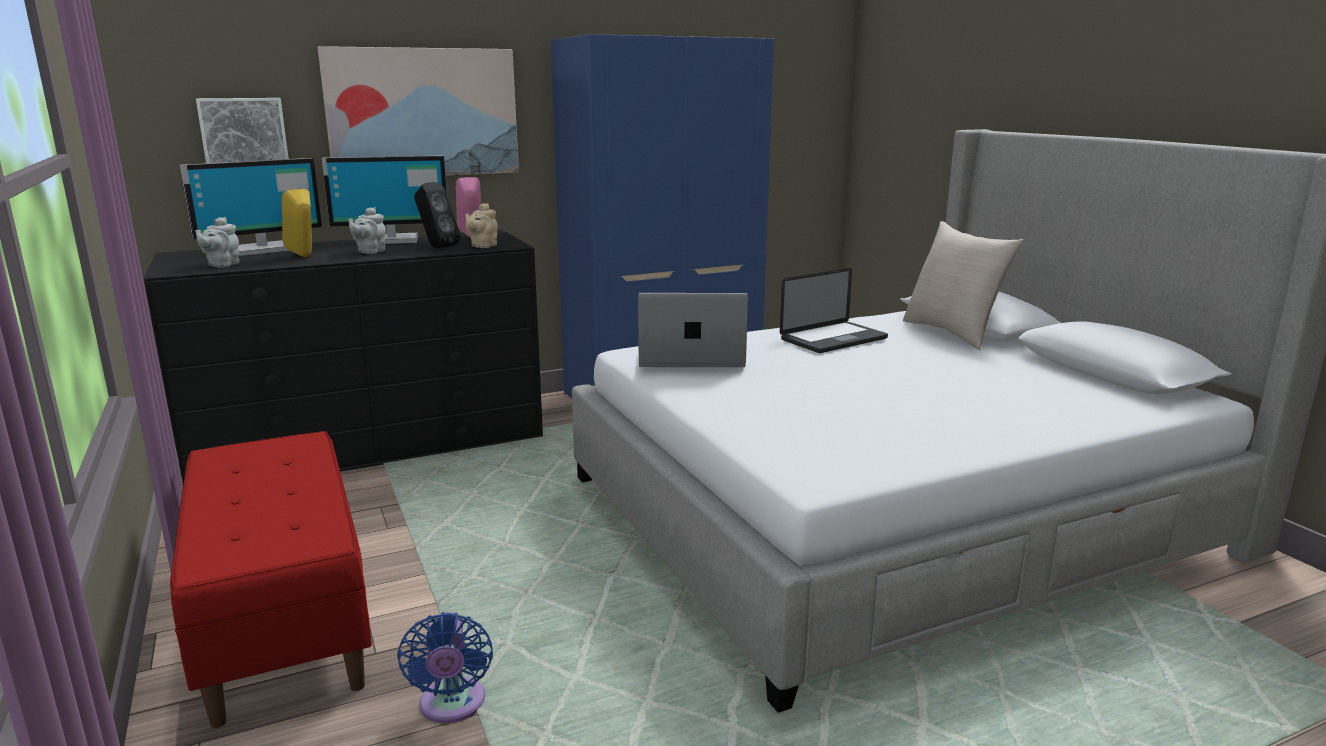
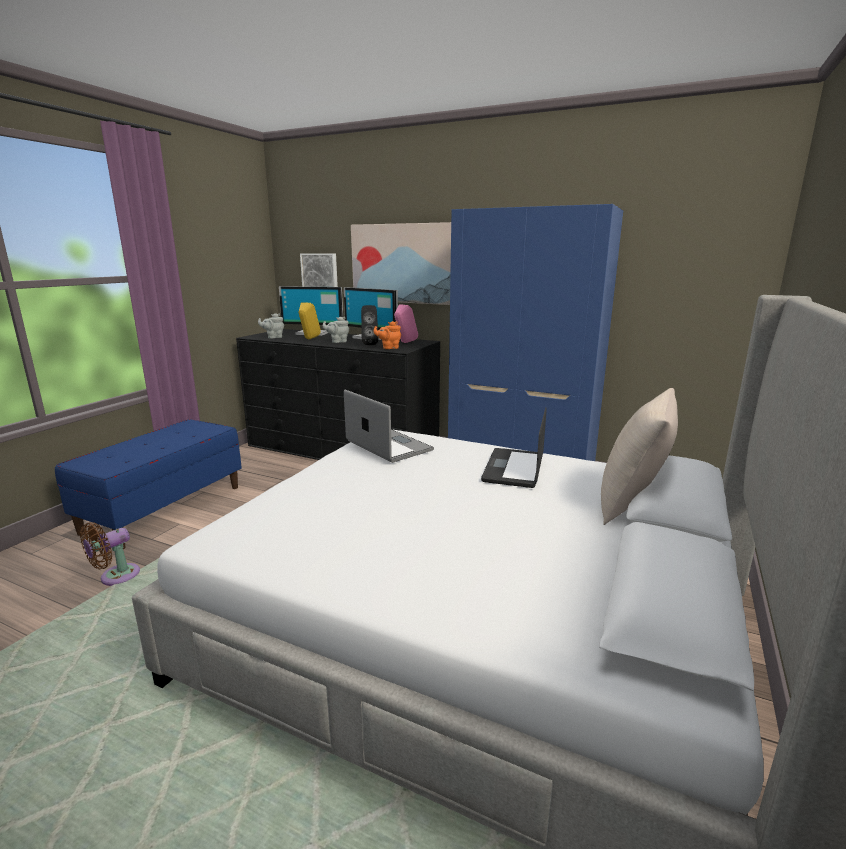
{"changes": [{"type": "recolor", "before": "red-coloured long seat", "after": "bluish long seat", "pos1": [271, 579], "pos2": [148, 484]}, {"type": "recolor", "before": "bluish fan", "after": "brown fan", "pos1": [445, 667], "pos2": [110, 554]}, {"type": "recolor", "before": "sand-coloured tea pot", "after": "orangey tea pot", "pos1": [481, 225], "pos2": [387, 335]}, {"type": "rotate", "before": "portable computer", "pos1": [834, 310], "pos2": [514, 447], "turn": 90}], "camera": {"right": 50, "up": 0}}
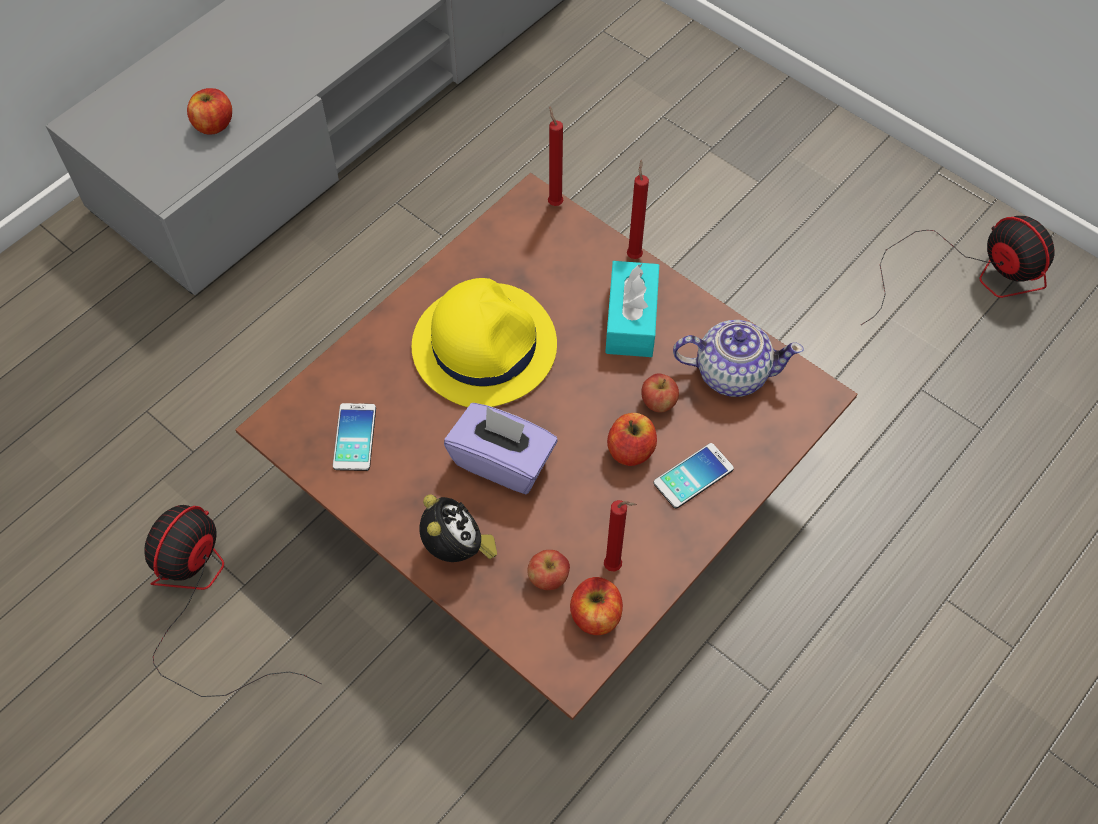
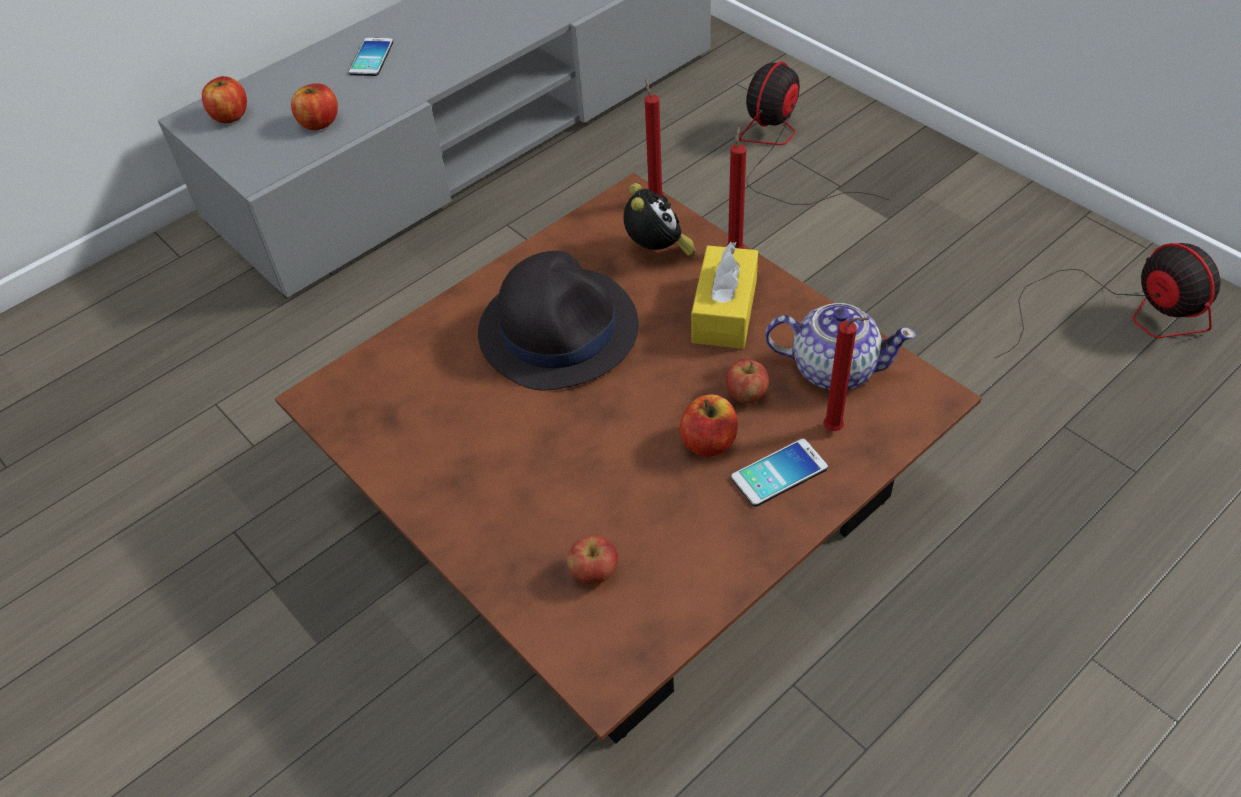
{"changes": [{"type": "move", "before": "fan", "pos1": [233, 601], "pos2": [814, 133]}, {"type": "move", "before": "handset", "pos1": [354, 437], "pos2": [371, 57]}, {"type": "recolor", "before": "yellow-coloured wearable hat", "after": "black-coloured wearable hat", "pos1": [484, 342], "pos2": [558, 321]}, {"type": "move", "before": "bedside clock", "pos1": [458, 528], "pos2": [659, 220]}, {"type": "delete", "before": "purple-coloured box of tissues", "pos1": [501, 448]}, {"type": "move", "before": "apple fruit", "pos1": [596, 606], "pos2": [224, 99]}, {"type": "move", "before": "red-coloured wax light", "pos1": [620, 536], "pos2": [845, 374]}, {"type": "recolor", "before": "blue-green box of tissues", "after": "yellow-coloured box of tissues", "pos1": [632, 309], "pos2": [724, 295]}], "camera": {"right": 10, "up": -10}}
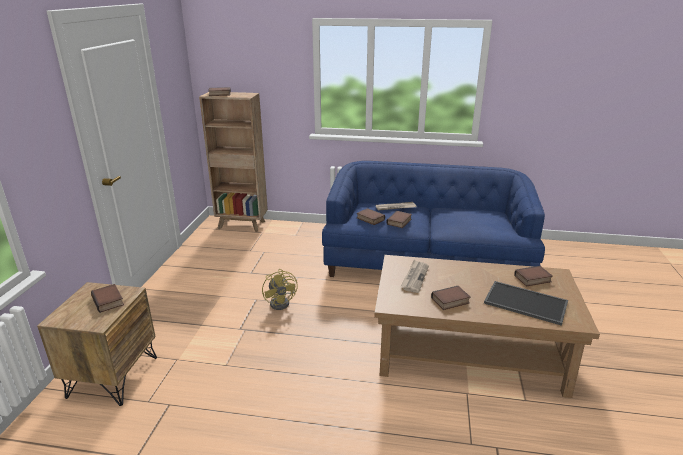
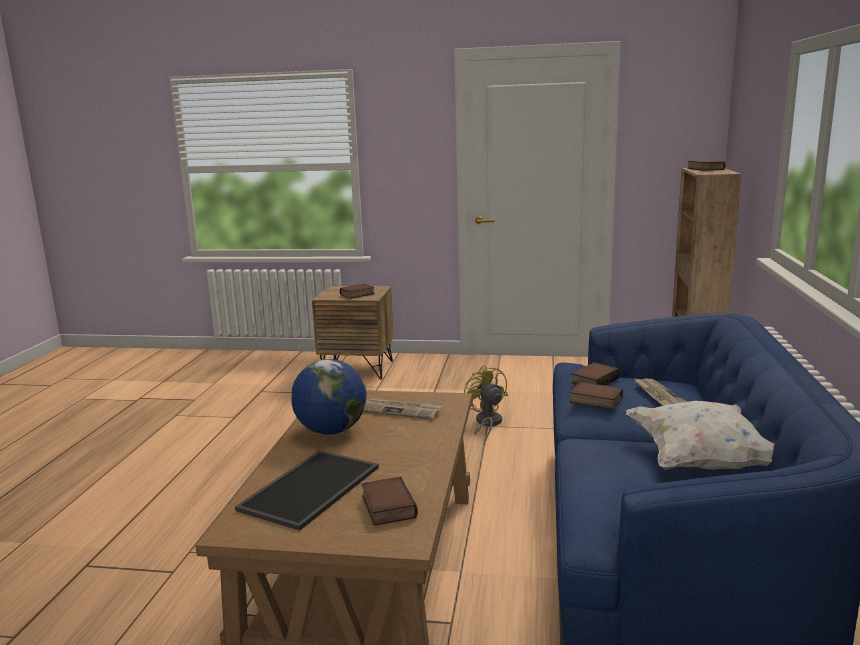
{"changes": [{"type": "rotate", "before": "yellow-coloured fan", "pos1": [280, 289], "pos2": [486, 403], "turn": 90}, {"type": "replace", "before": "bound book", "after": "desk globe", "pos1": [451, 298], "pos2": [329, 397]}, {"type": "insert", "after": "white-coloured pillow", "pos2": [700, 435]}], "camera": {"right": 90, "up": -10}}
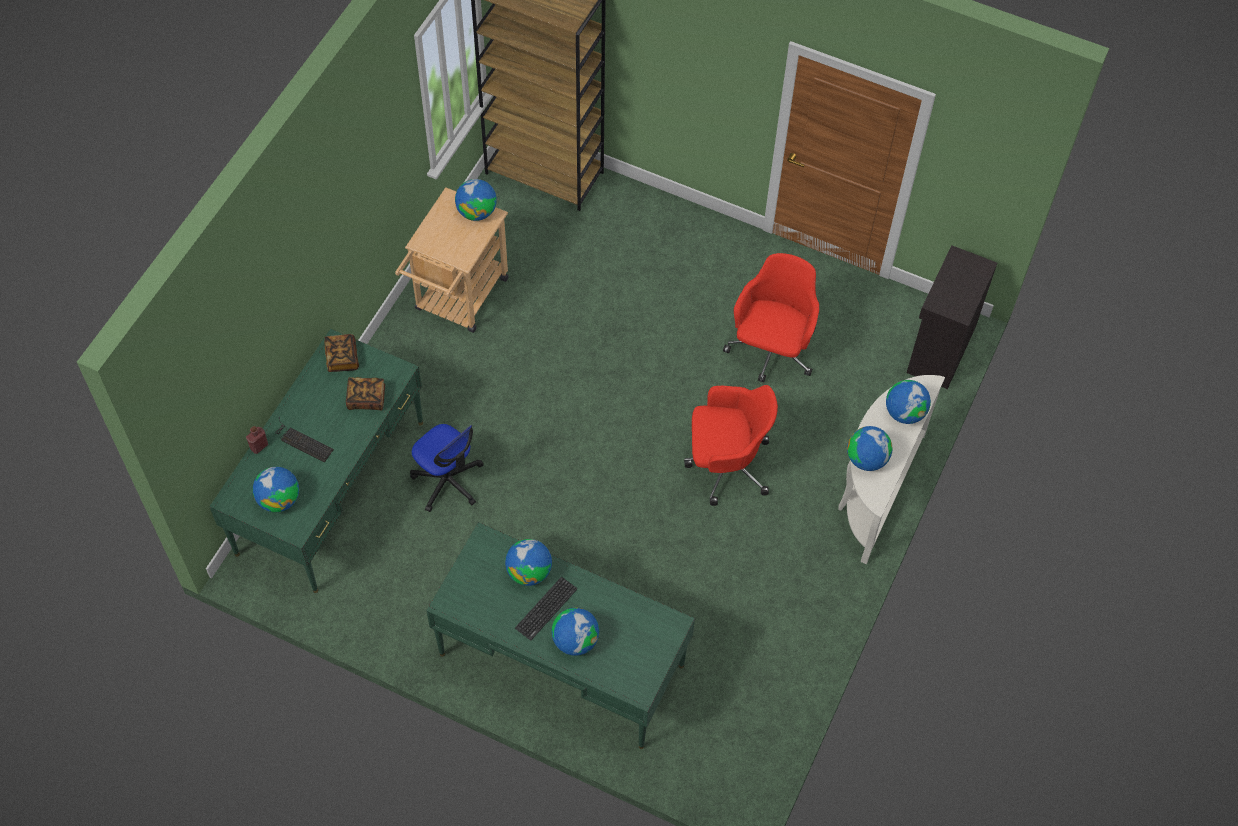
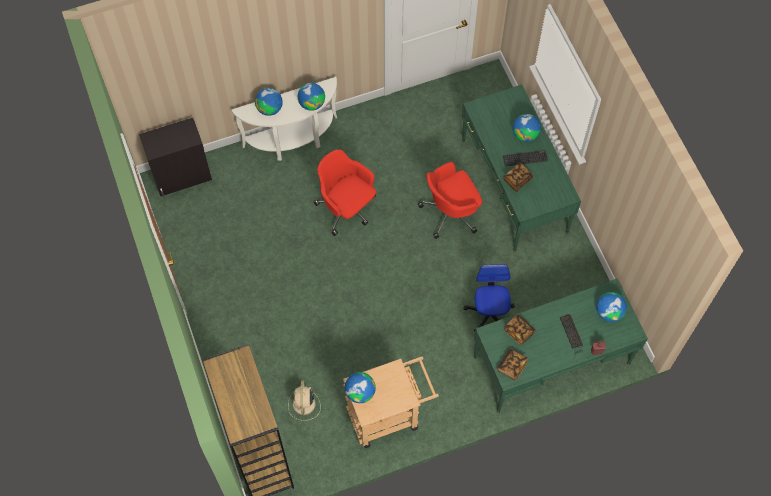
{"changes": [{"type": "replace", "before": "desk globe", "after": "bound book", "pos1": [528, 562], "pos2": [518, 177]}, {"type": "move", "before": "red-coloured office chair", "pos1": [771, 317], "pos2": [450, 200]}, {"type": "insert", "after": "sand-coloured fan", "pos2": [304, 400]}], "camera": {"right": -135, "up": 5}}
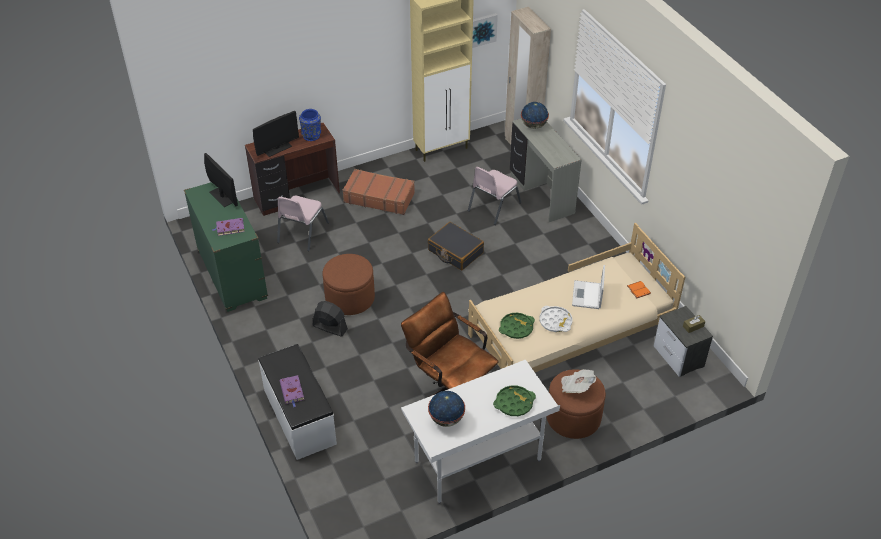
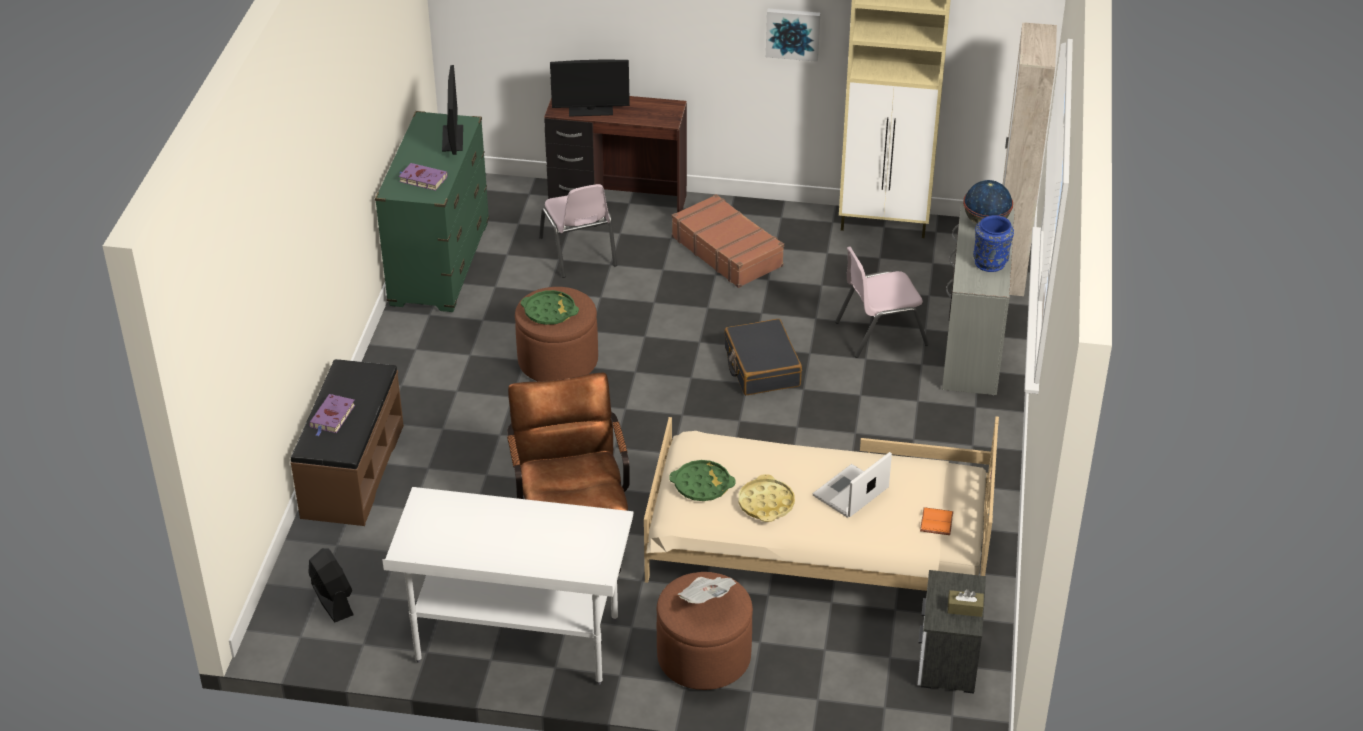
{"changes": [{"type": "recolor", "before": "white-coloured long seat", "after": "brown long seat", "pos1": [297, 402], "pos2": [347, 442]}, {"type": "rotate", "before": "pink chair", "pos1": [303, 223], "pos2": [578, 231], "turn": -75}, {"type": "move", "before": "bluish vase", "pos1": [310, 125], "pos2": [993, 243]}, {"type": "move", "before": "black-coloured fan", "pos1": [330, 319], "pos2": [331, 585]}, {"type": "delete", "before": "desk globe", "pos1": [446, 409]}, {"type": "move", "before": "picture", "pos1": [485, 30], "pos2": [793, 35]}, {"type": "move", "before": "green serving tray", "pos1": [514, 400], "pos2": [550, 307]}, {"type": "recolor", "before": "white-coloured serving tray", "after": "yellow-coloured serving tray", "pos1": [555, 319], "pos2": [766, 498]}], "camera": {"right": 35, "up": -5}}
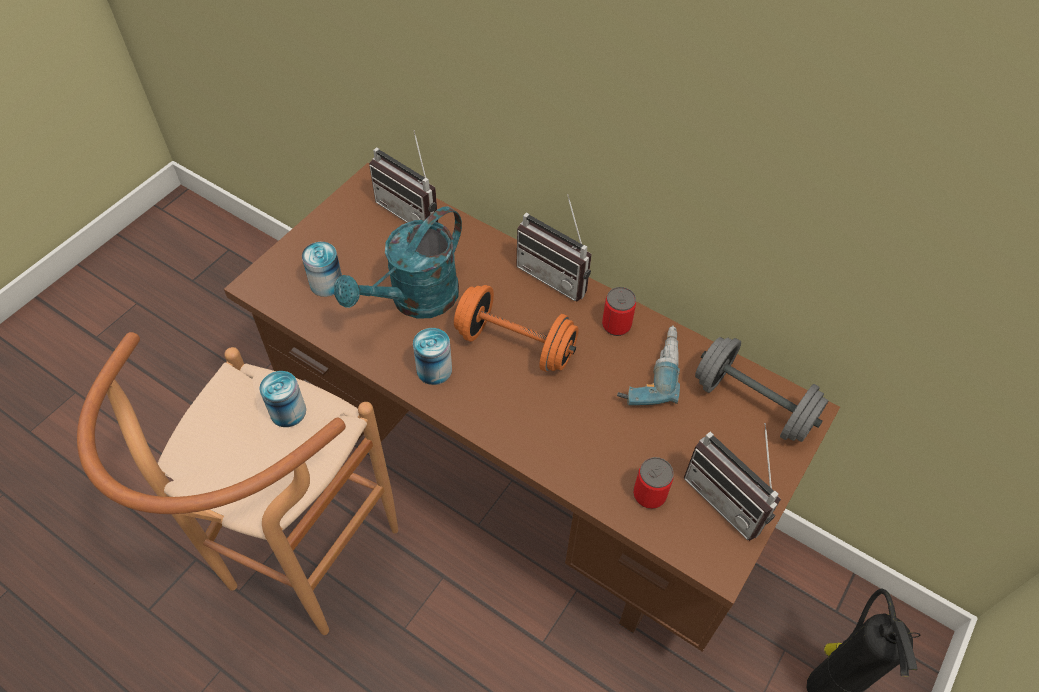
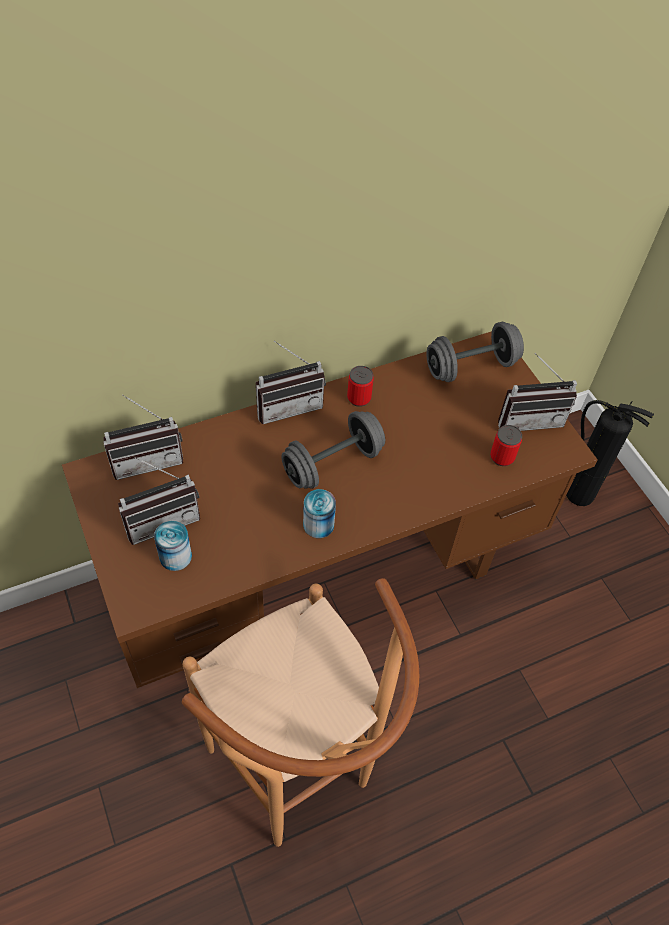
{"changes": [{"type": "delete", "before": "can", "pos1": [282, 399]}, {"type": "delete", "before": "blue-green watering pot", "pos1": [398, 263]}, {"type": "recolor", "before": "orangey hand weight", "after": "gray hand weight", "pos1": [516, 328], "pos2": [333, 450]}, {"type": "delete", "before": "drill", "pos1": [648, 365]}, {"type": "insert", "after": "radio", "pos2": [159, 501]}], "camera": {"right": -60, "up": 0}}
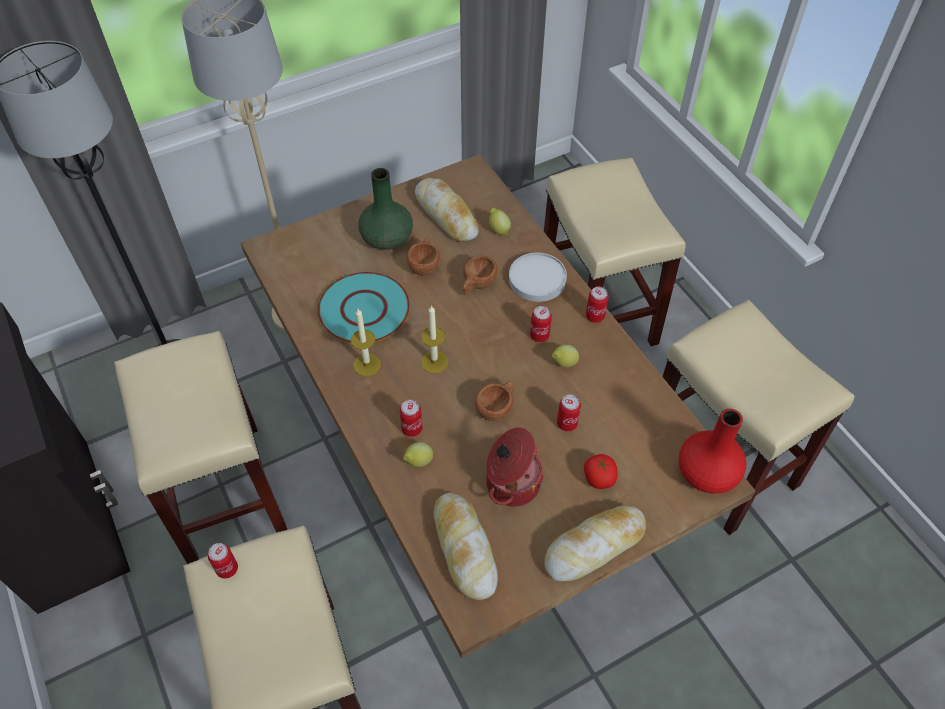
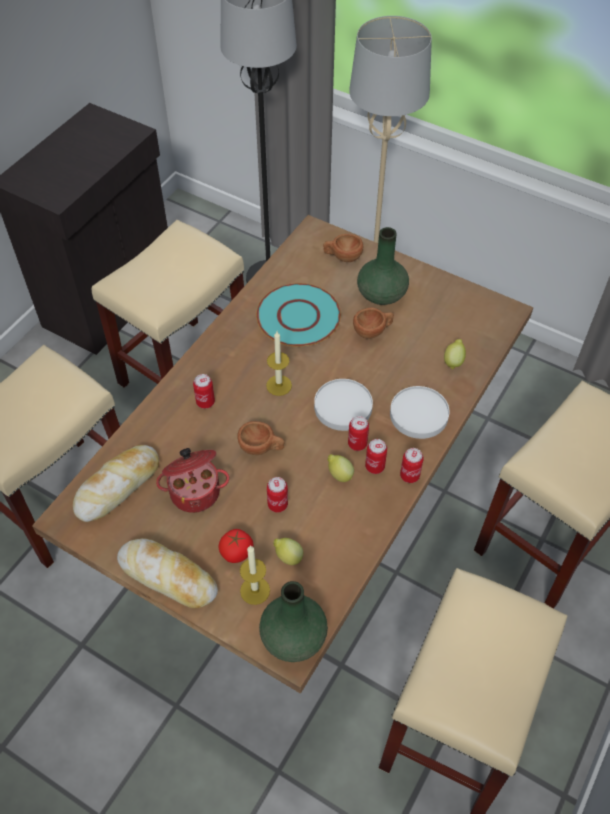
{"changes": [{"type": "move", "before": "can", "pos1": [223, 561], "pos2": [376, 456]}, {"type": "move", "before": "wax light", "pos1": [366, 342], "pos2": [255, 575]}, {"type": "move", "before": "whole lemon", "pos1": [418, 454], "pos2": [288, 551]}, {"type": "delete", "before": "baked bread", "pos1": [447, 210]}, {"type": "move", "before": "brown drinking cup", "pos1": [480, 275], "pos2": [343, 248]}, {"type": "recolor", "before": "red-coloured vase", "after": "green vase", "pos1": [713, 451], "pos2": [293, 621]}, {"type": "insert", "after": "white-coloured dinner plate", "pos2": [343, 405]}], "camera": {"right": 60, "up": 0}}
